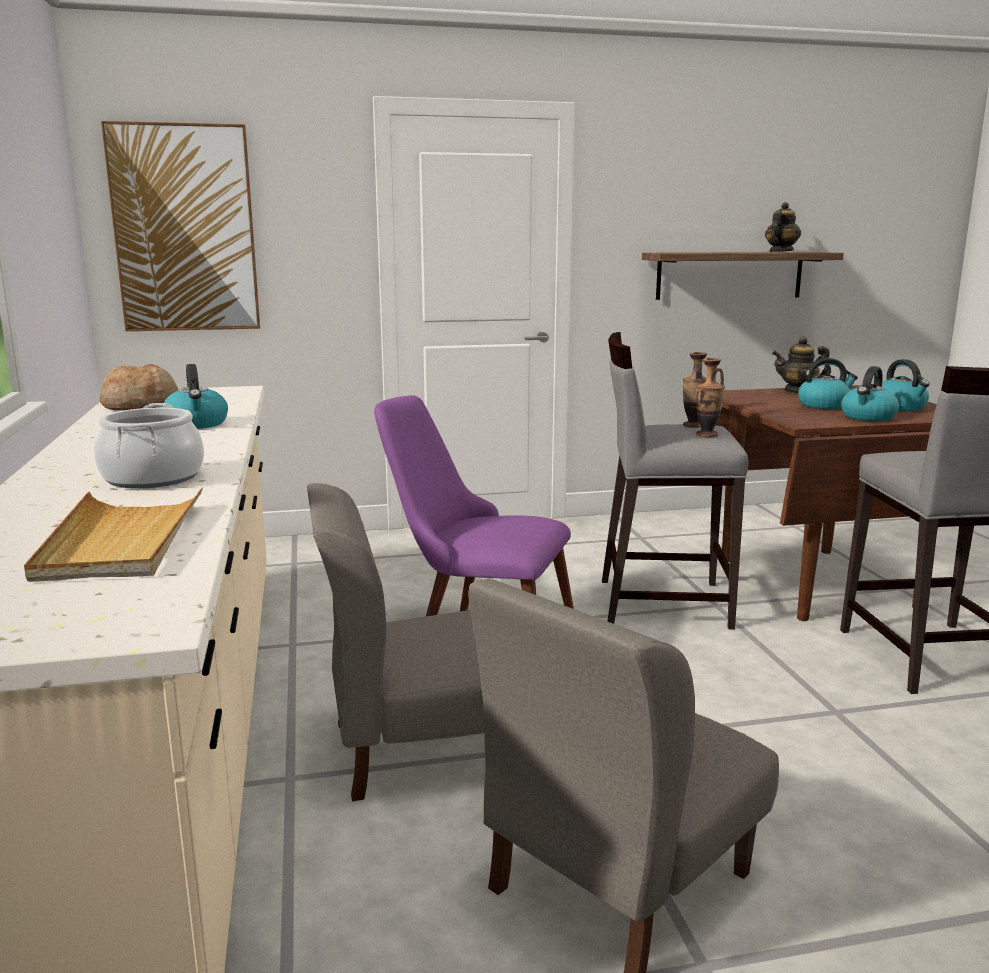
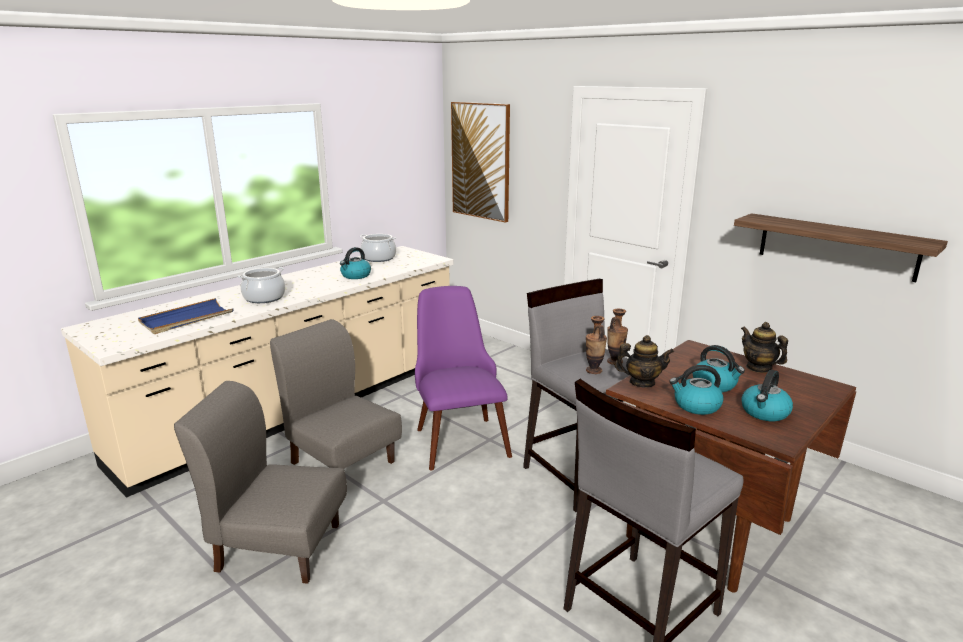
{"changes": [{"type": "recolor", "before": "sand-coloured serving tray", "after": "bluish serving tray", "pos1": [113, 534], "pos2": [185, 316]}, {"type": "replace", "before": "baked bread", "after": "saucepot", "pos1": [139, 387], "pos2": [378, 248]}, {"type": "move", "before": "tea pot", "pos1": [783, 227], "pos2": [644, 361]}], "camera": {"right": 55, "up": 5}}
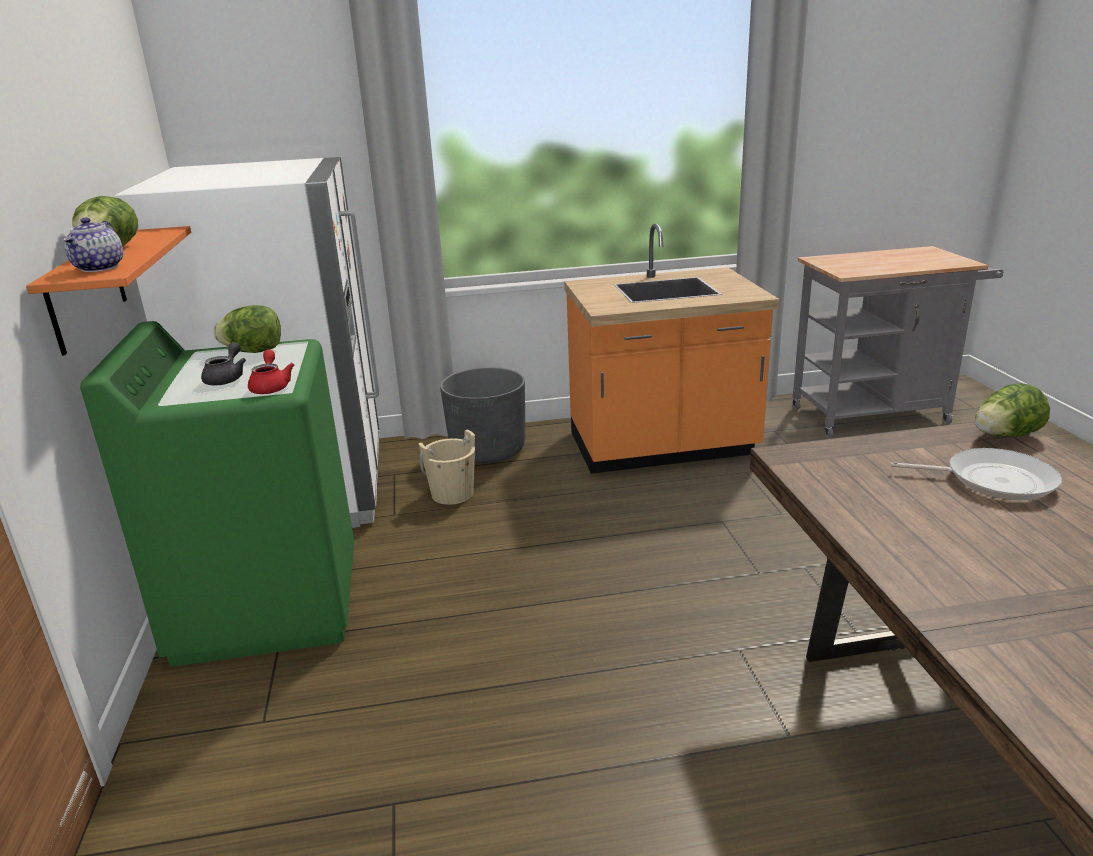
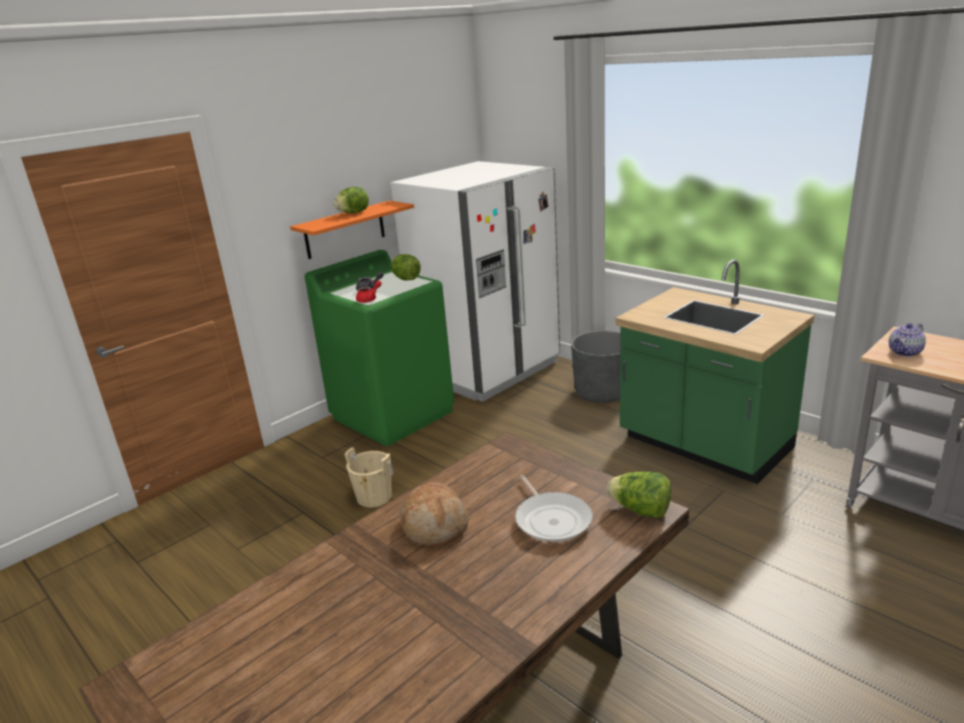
{"changes": [{"type": "move", "before": "tea pot", "pos1": [93, 244], "pos2": [907, 340]}, {"type": "move", "before": "sand-coloured water bucket", "pos1": [446, 467], "pos2": [369, 477]}, {"type": "recolor", "before": "orangey kitchen base unit", "after": "green kitchen base unit", "pos1": [671, 348], "pos2": [714, 372]}, {"type": "insert", "after": "baked bread", "pos2": [434, 514]}], "camera": {"right": 55, "up": 0}}
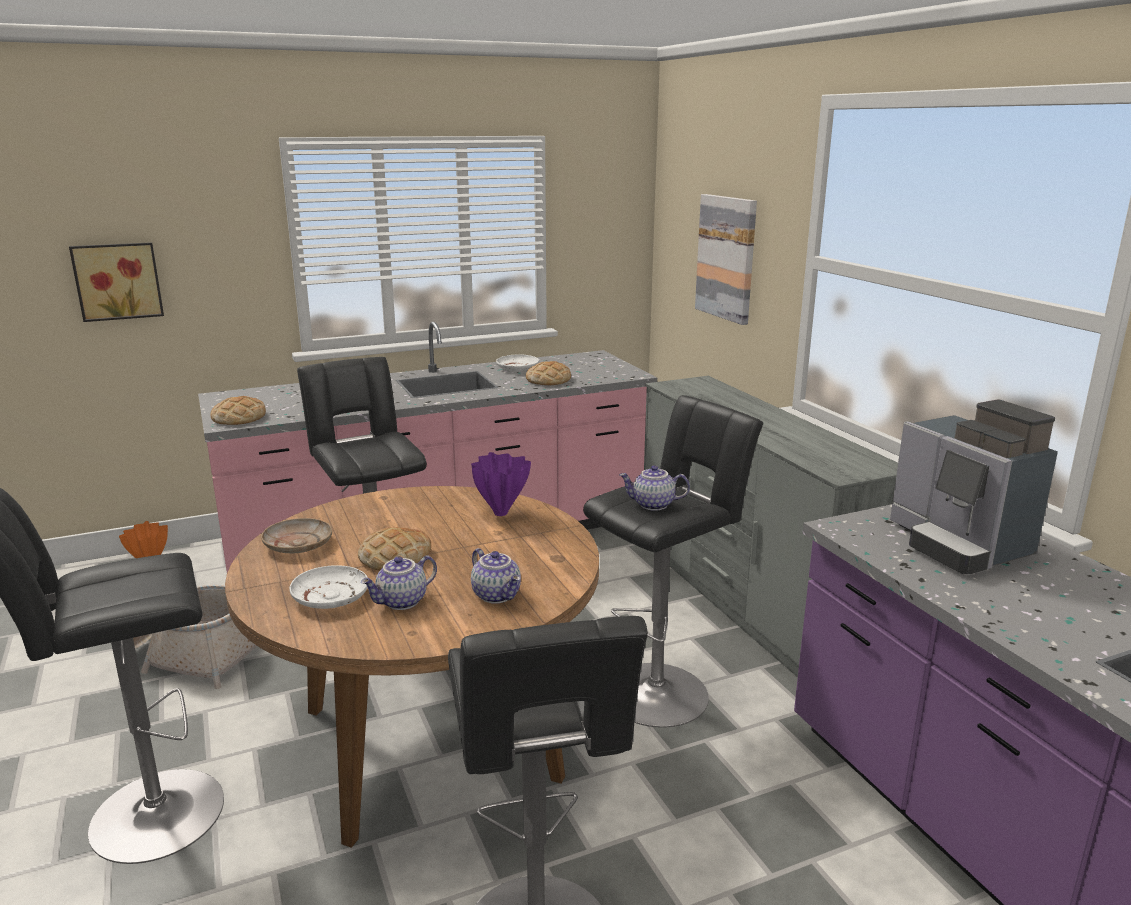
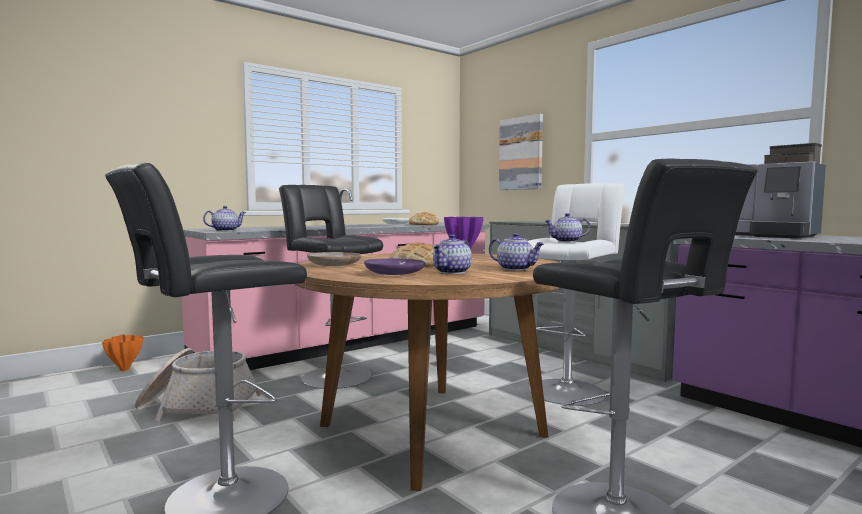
{"changes": [{"type": "delete", "before": "picture", "pos1": [116, 282]}, {"type": "replace", "before": "baked bread", "after": "tea pot", "pos1": [238, 410], "pos2": [224, 218]}, {"type": "recolor", "before": "white-coloured dinner plate", "after": "purple-coloured dinner plate", "pos1": [329, 587], "pos2": [394, 266]}, {"type": "recolor", "before": "black-coloured stool", "after": "white-coloured stool", "pos1": [673, 561], "pos2": [576, 294]}], "camera": {"right": -15, "up": -15}}
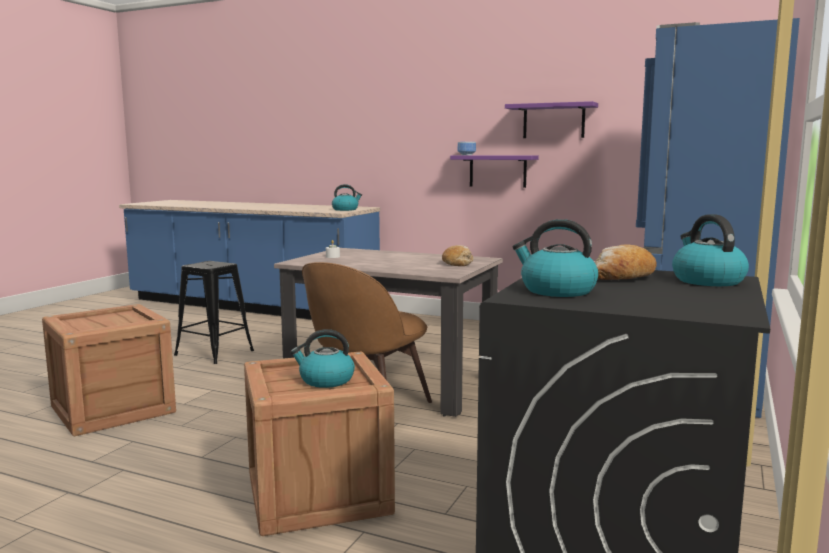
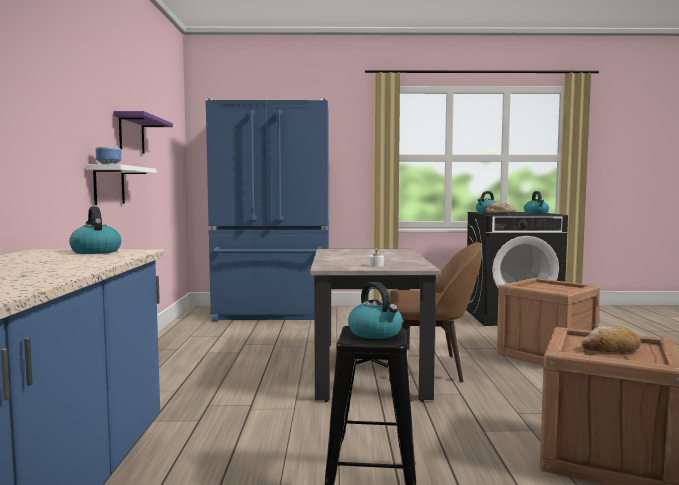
{"changes": [{"type": "move", "before": "water kettle", "pos1": [322, 358], "pos2": [375, 310]}, {"type": "move", "before": "baked bread", "pos1": [457, 255], "pos2": [611, 339]}, {"type": "recolor", "before": "purple-coloured shelf", "after": "white-coloured shelf", "pos1": [494, 171], "pos2": [121, 184]}], "camera": {"right": -115, "up": -5}}
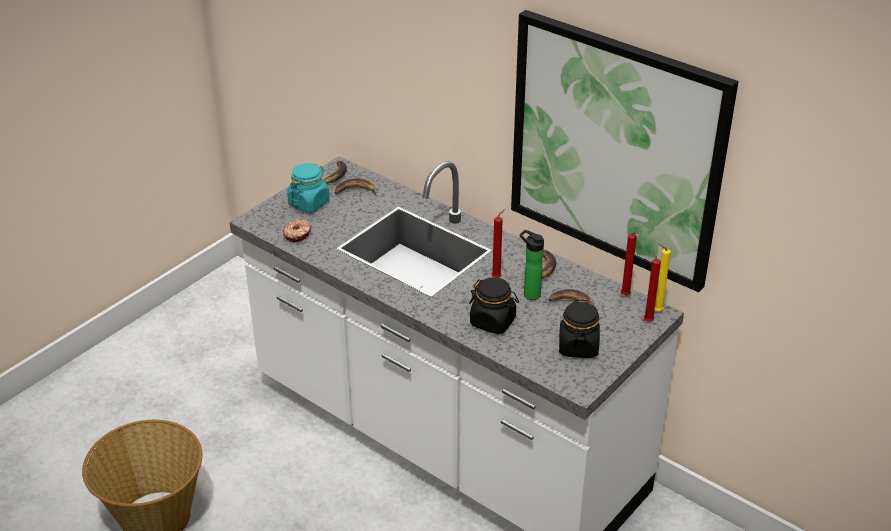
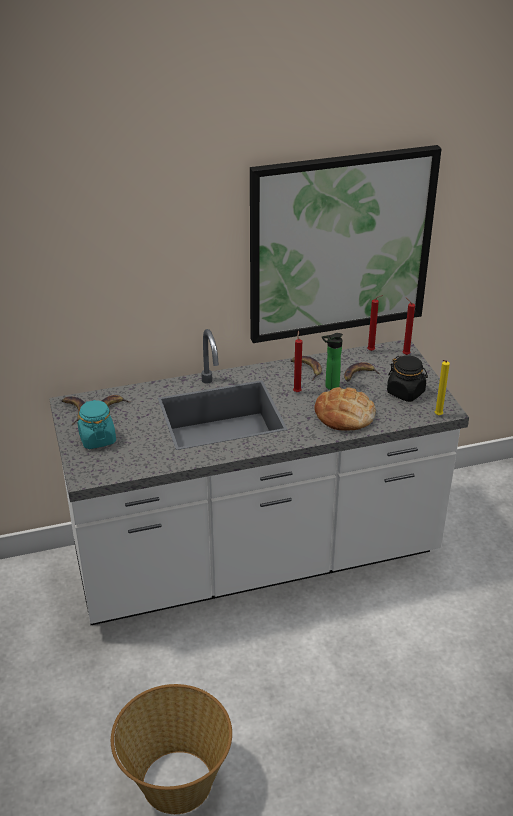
{"changes": [{"type": "delete", "before": "ring doughnut", "pos1": [297, 230]}, {"type": "replace", "before": "black-coloured preserve jar", "after": "baked bread", "pos1": [494, 305], "pos2": [345, 409]}, {"type": "move", "before": "yellow-coloured wax light", "pos1": [663, 277], "pos2": [442, 387]}], "camera": {"right": -55, "up": 0}}
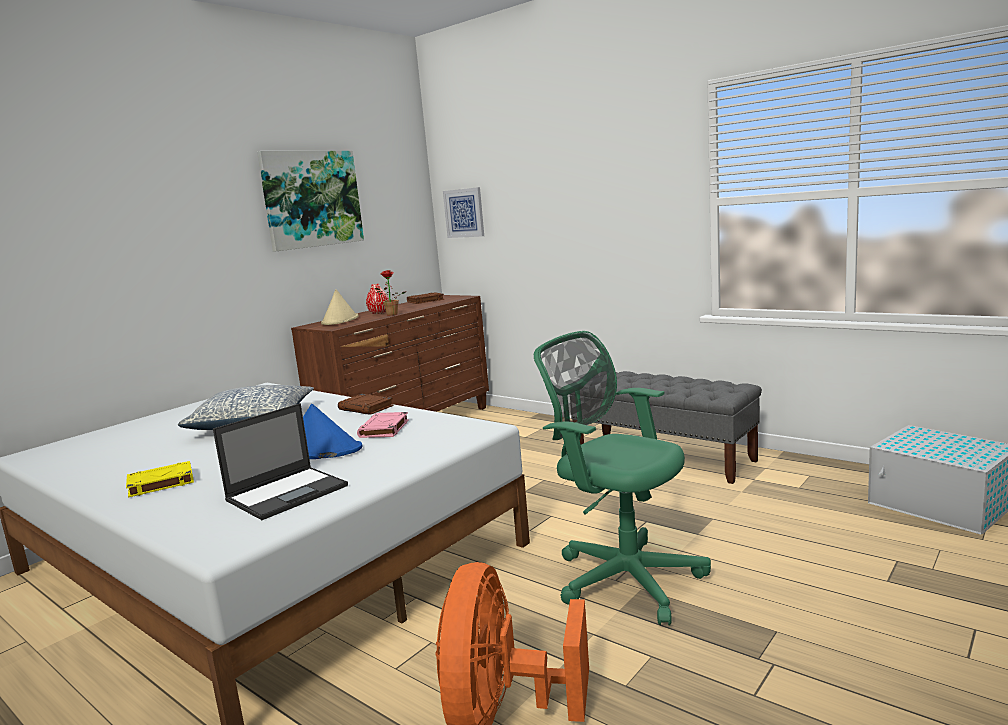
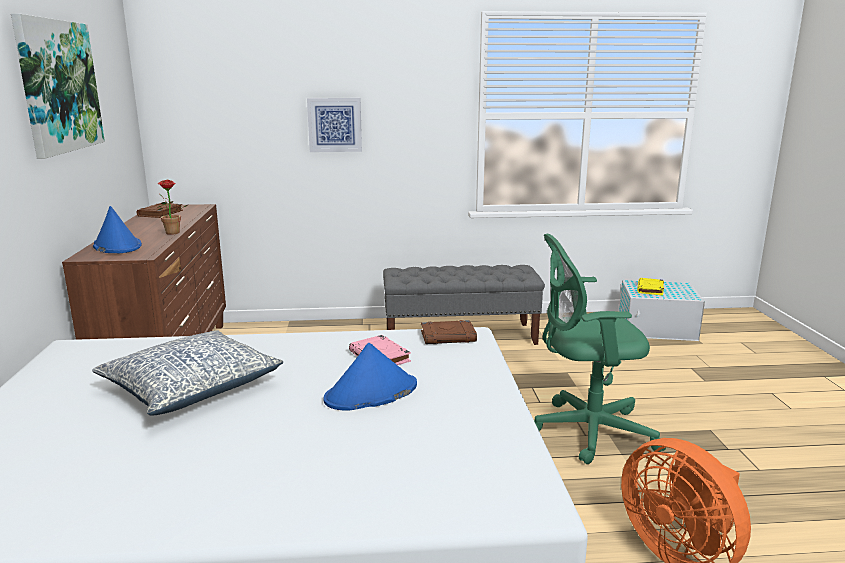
{"changes": [{"type": "move", "before": "yellow-coloured bound book", "pos1": [160, 479], "pos2": [650, 287]}, {"type": "delete", "before": "portable computer", "pos1": [280, 461]}, {"type": "recolor", "before": "sand-coloured wearable hat", "after": "bluish wearable hat", "pos1": [340, 307], "pos2": [117, 229]}, {"type": "move", "before": "brown bound book", "pos1": [366, 404], "pos2": [449, 332]}, {"type": "delete", "before": "red-coloured vase", "pos1": [377, 299]}, {"type": "move", "before": "picture", "pos1": [463, 212], "pos2": [334, 125]}], "camera": {"right": -45, "up": 5}}
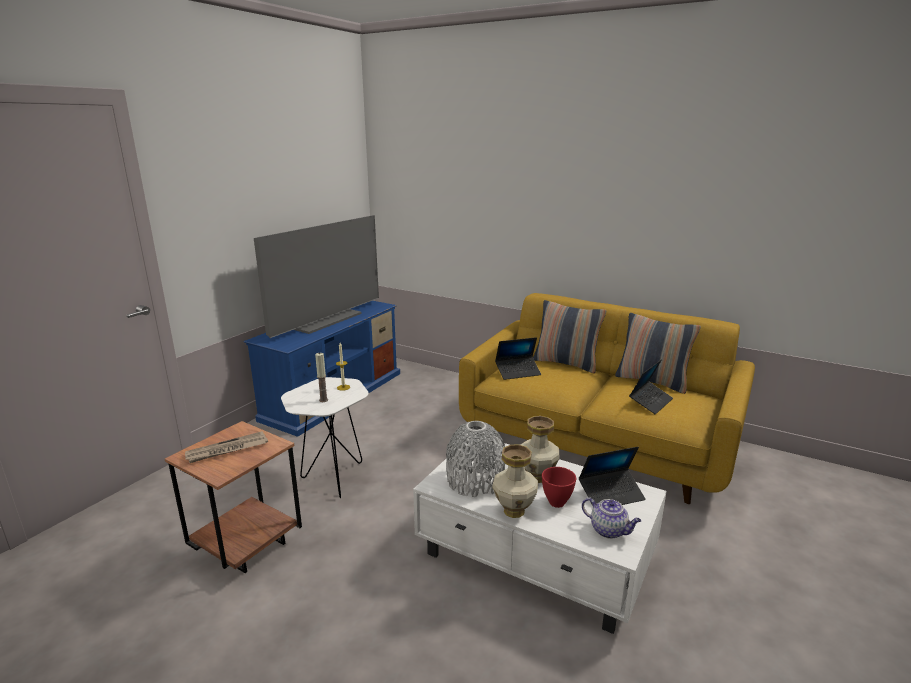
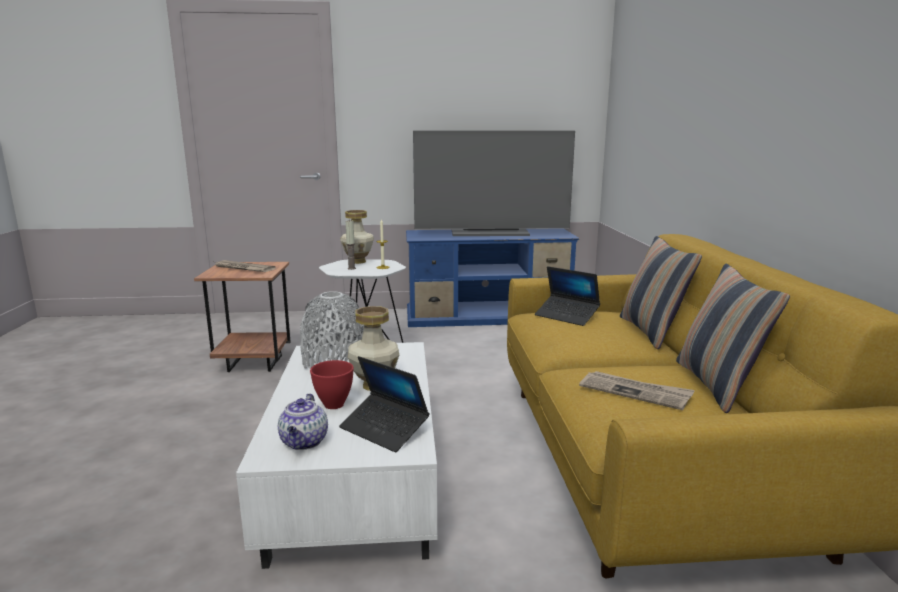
{"changes": [{"type": "move", "before": "vase", "pos1": [515, 481], "pos2": [357, 237]}, {"type": "replace", "before": "portable computer", "after": "daily paper", "pos1": [651, 387], "pos2": [637, 390]}], "camera": {"right": 55, "up": -5}}
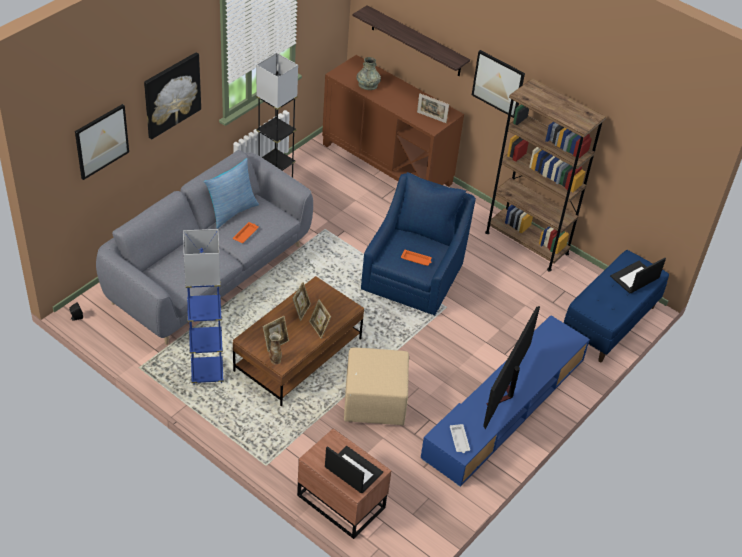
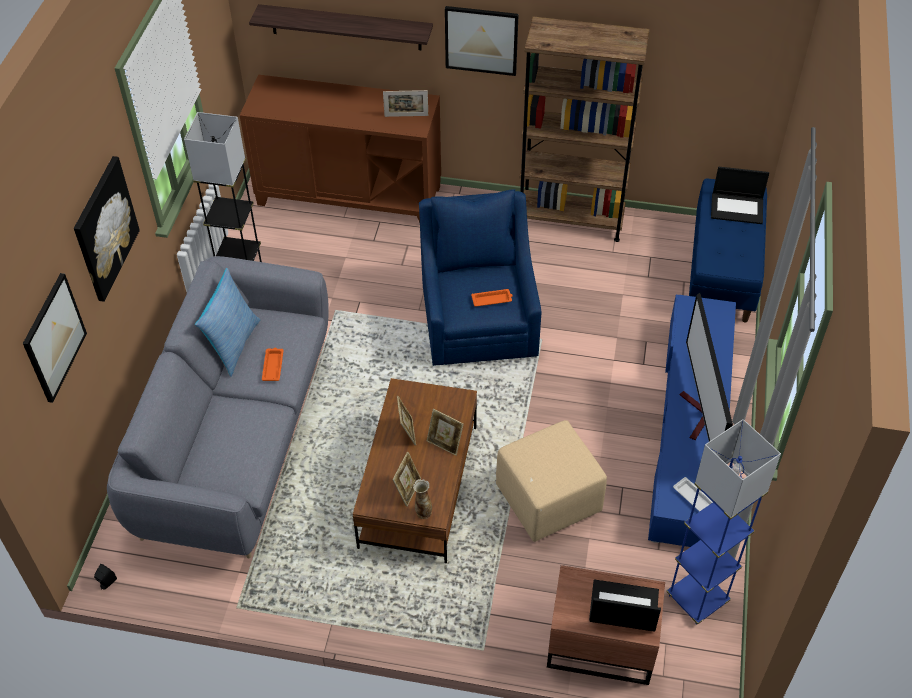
{"changes": [{"type": "move", "before": "bluish floor lamp", "pos1": [203, 307], "pos2": [723, 522]}, {"type": "delete", "before": "gray vase", "pos1": [368, 73]}, {"type": "rotate", "before": "portable computer", "pos1": [638, 275], "pos2": [740, 195], "turn": -105}], "camera": {"right": -25, "up": 5}}
